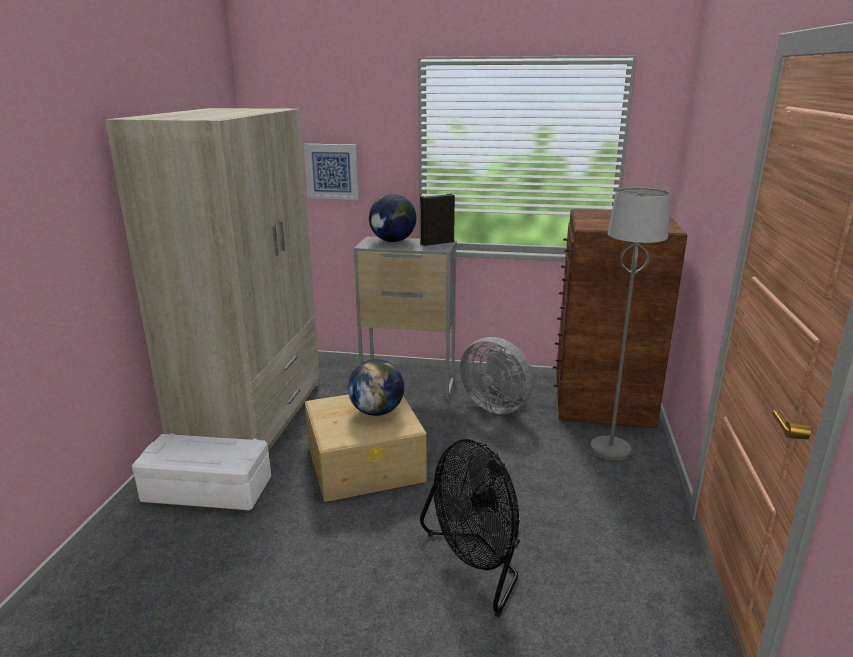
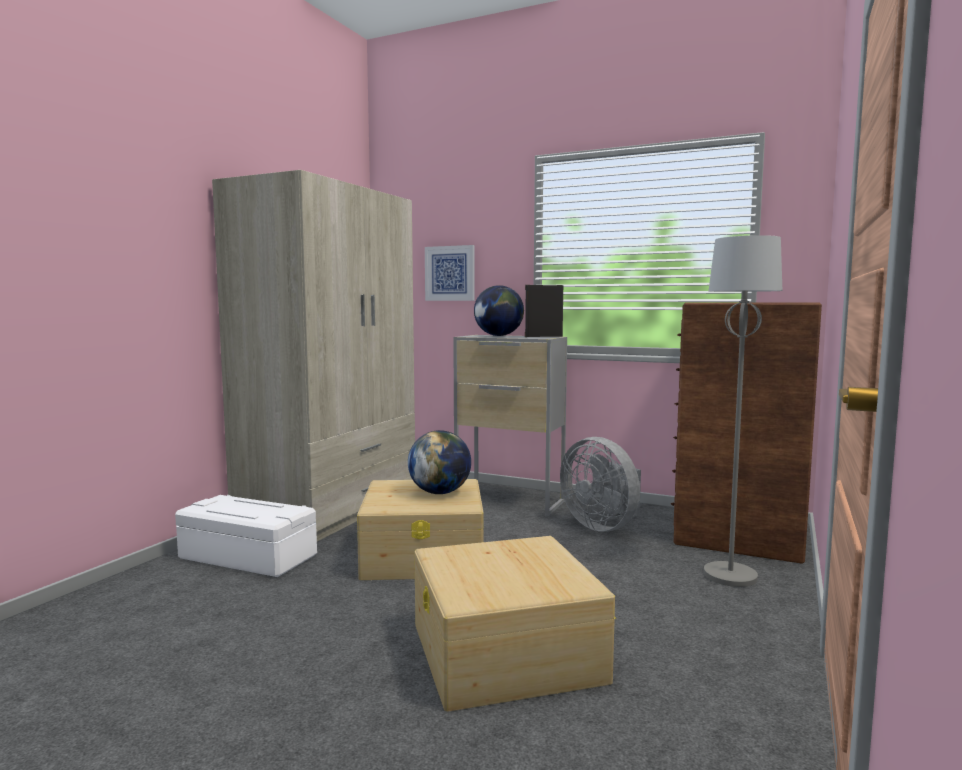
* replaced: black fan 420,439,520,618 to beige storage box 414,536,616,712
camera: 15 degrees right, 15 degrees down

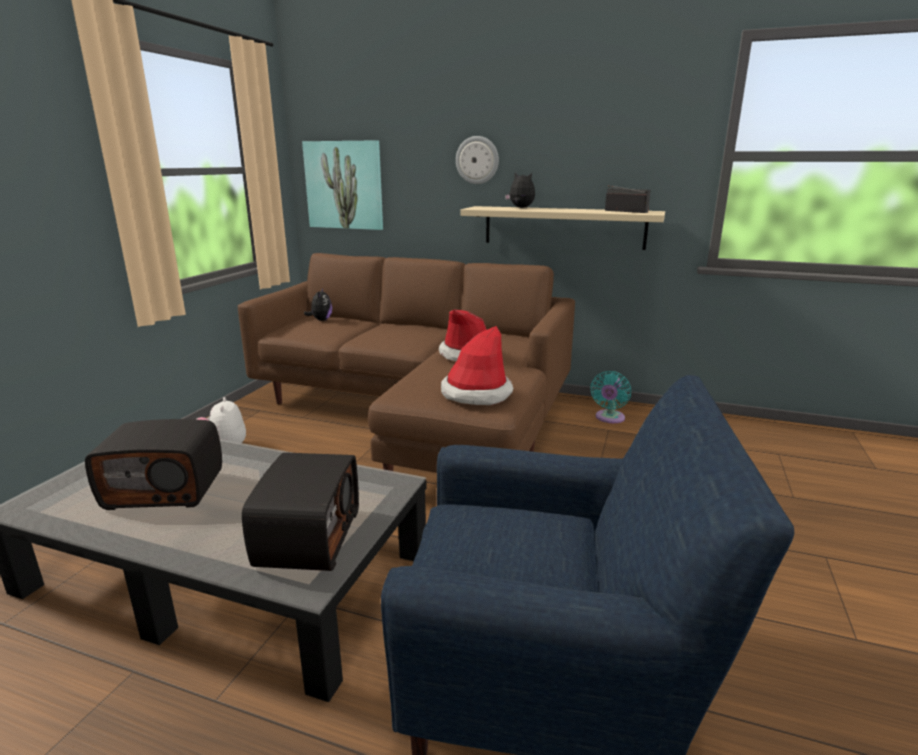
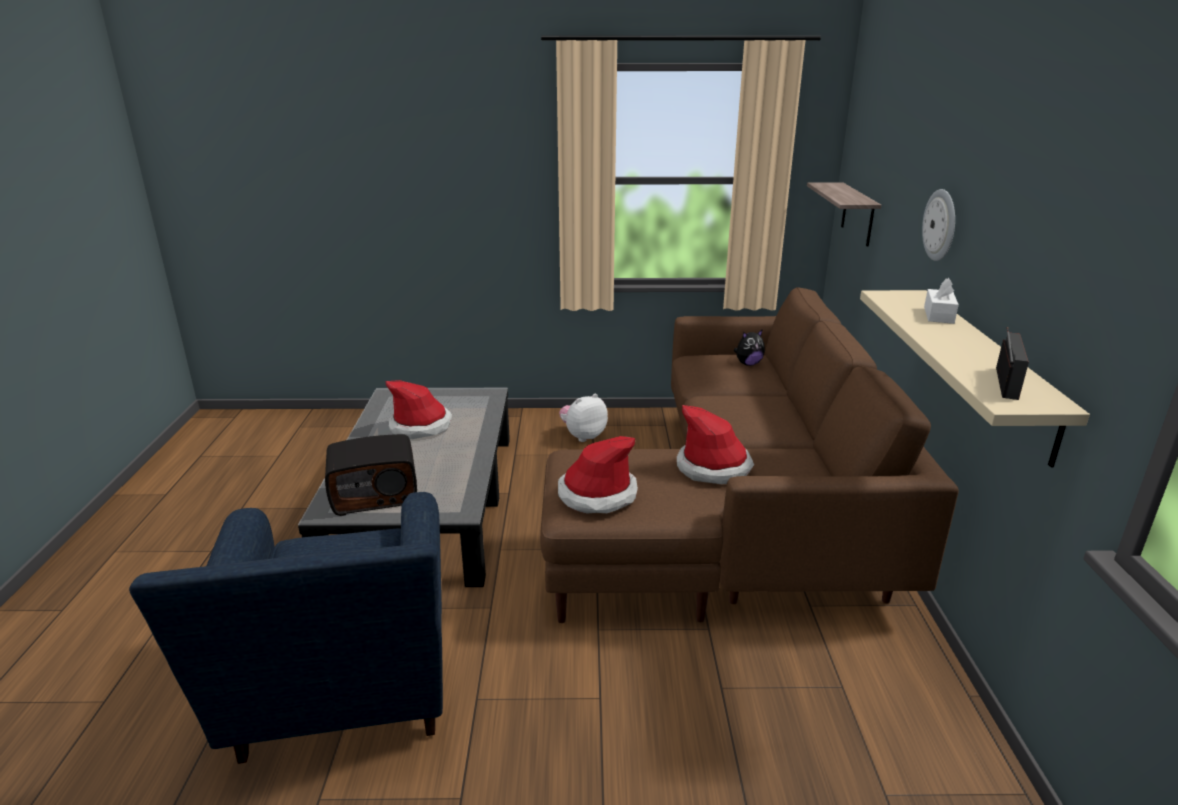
* replaced: radio 85,419,222,510 to hat 386,380,452,439
* replaced: picture 302,140,383,230 to shelf 807,182,881,247
* replaced: plush toy 505,173,535,208 to white tissue box 924,278,959,324
* removed: turquoise fan 591,371,631,423
camera: 70 degrees right, 5 degrees up

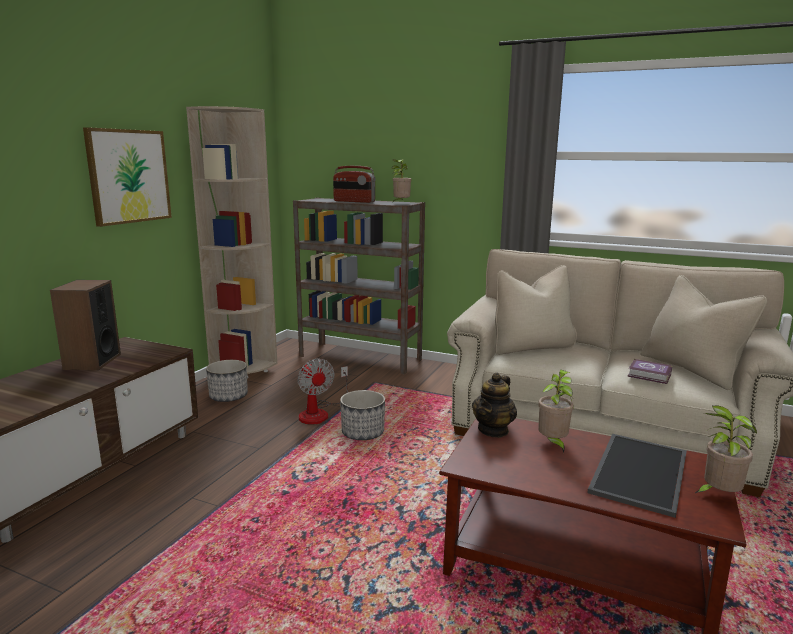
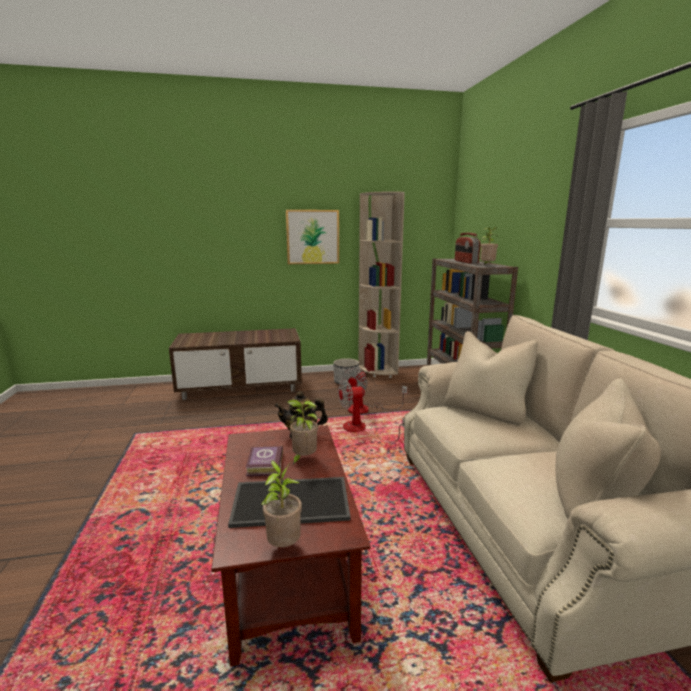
* removed: speaker 50,280,121,370
* replaced: planter 340,390,385,440 to fan 338,380,404,442
* moved: book 627,359,672,384 to 246,445,283,476
camera: 55 degrees right, 0 degrees up

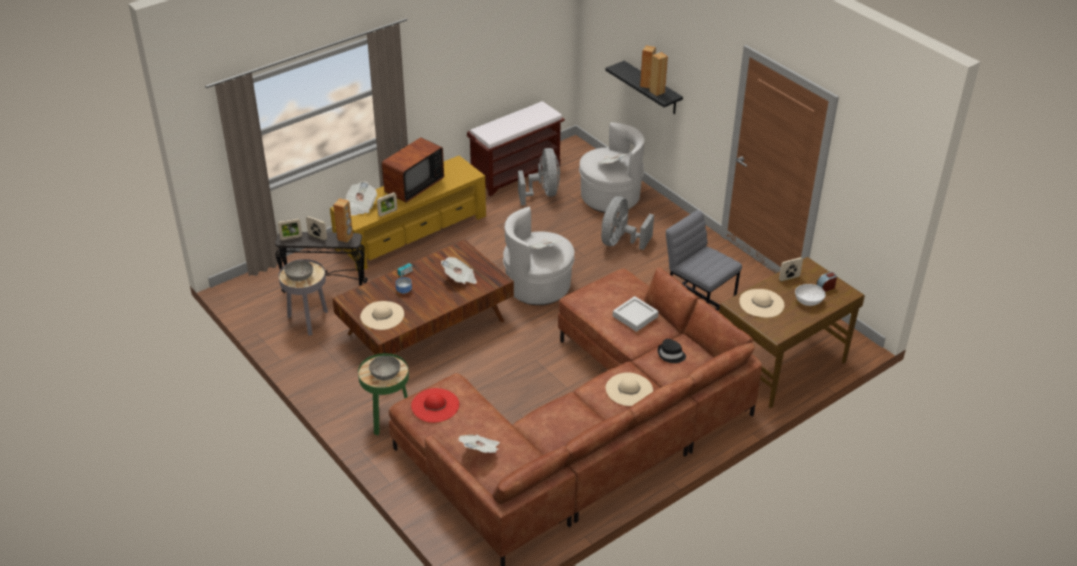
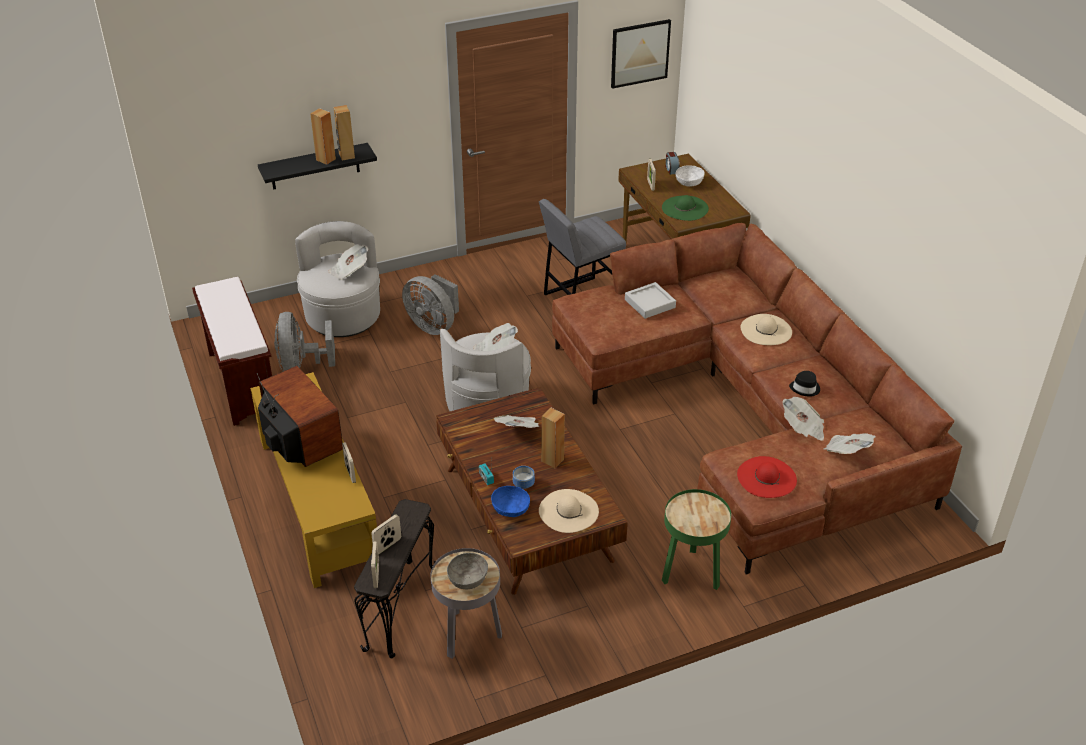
* moved: brown speaker 333,198,353,243 to 541,407,565,468
* moved: newspaper 345,181,377,215 to 782,397,824,441
* removed: grey bowl 369,356,400,380
* turned: grey fan 518,148,560,205 = 274,312,335,371 105 degrees counterclockwise
* moved: black hat 658,339,686,363 to 789,371,820,397
* recoloured: beige hat 739,289,785,318 to green hat 662,195,709,221
* added: blue bowl 491,486,530,517
* added: picture 611,19,671,89
camera: 75 degrees left, 0 degrees up

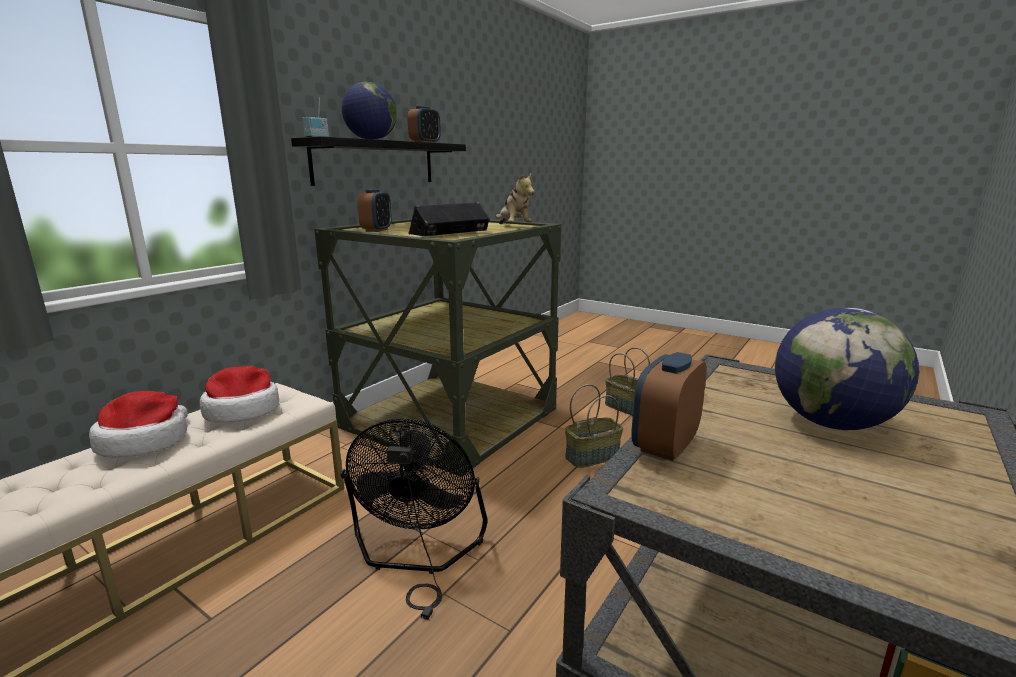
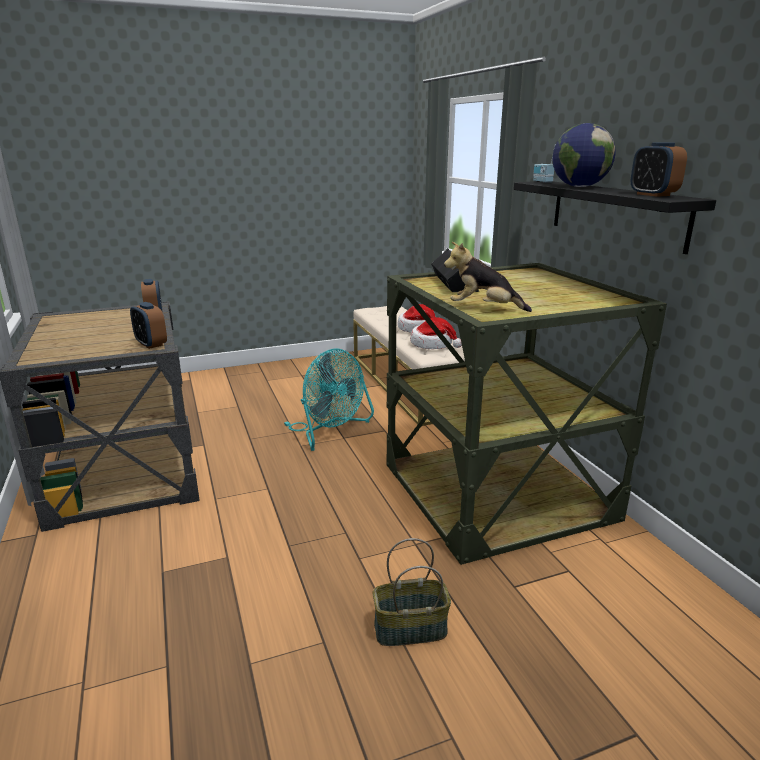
* recoloured: black fan 340,419,487,620 to turquoise fan 284,349,374,451
* moved: alarm clock 358,189,392,232 to 130,302,167,349
* removed: basket 565,384,623,468
* removed: globe 775,307,919,430
camera: 125 degrees right, 5 degrees up

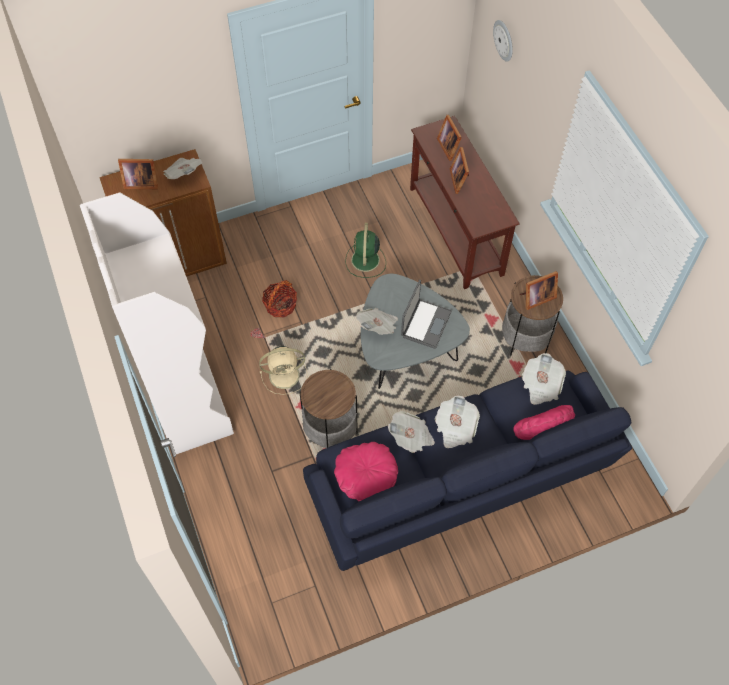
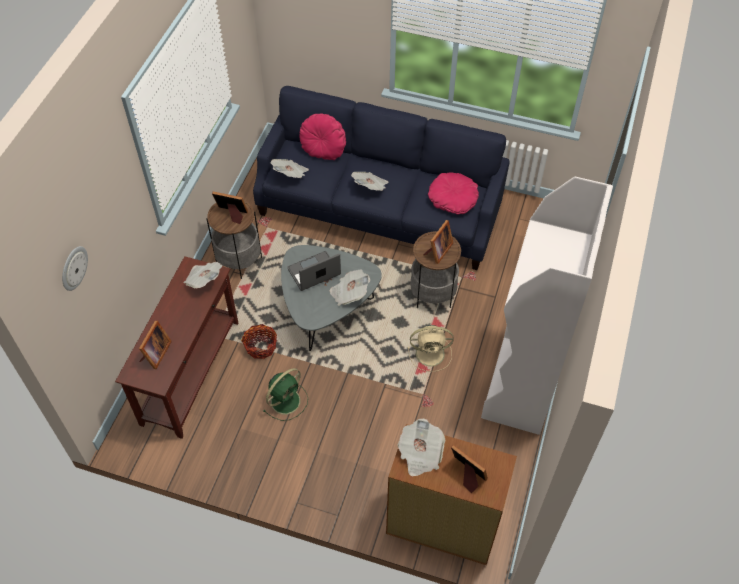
* turned: beige fan 259,346,307,395 = 408,325,454,372 150 degrees clockwise
* moved: basket 262,280,297,318 to 241,324,277,359
* moved: newspaper 388,411,435,453 to 184,262,222,288
* moved: picture frame 450,147,469,194 to 424,220,453,264
camera: 140 degrees left, 5 degrees down

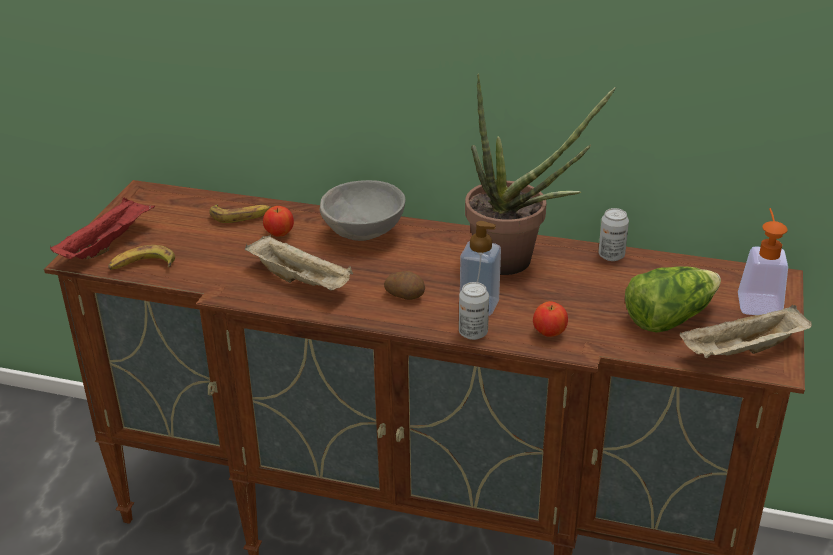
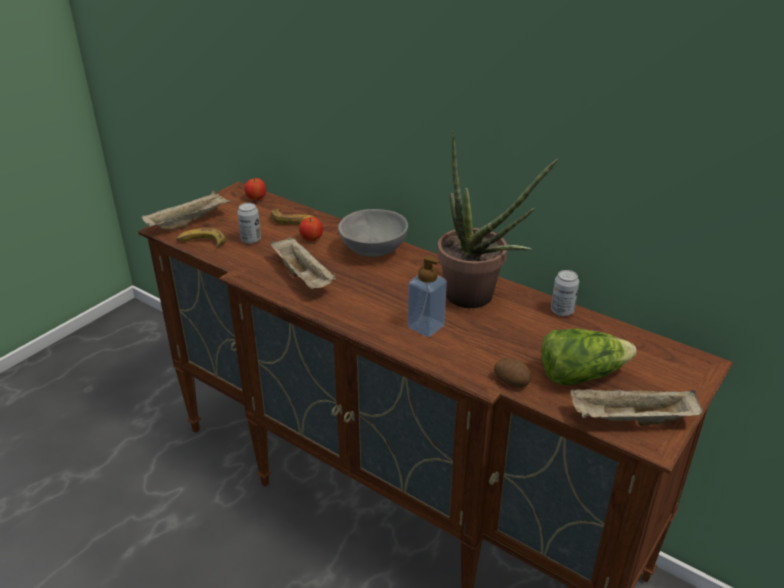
* recoloured: red tray 50,197,155,259 to beige tray 141,191,231,230
* moved: potato 384,271,425,300 to 494,358,531,388
* moved: can 459,282,489,340 to 237,203,261,244
* moved: apple 533,301,568,337 to 244,178,266,201
* removed: soap dispenser 738,208,788,315
camera: 20 degrees right, 0 degrees up

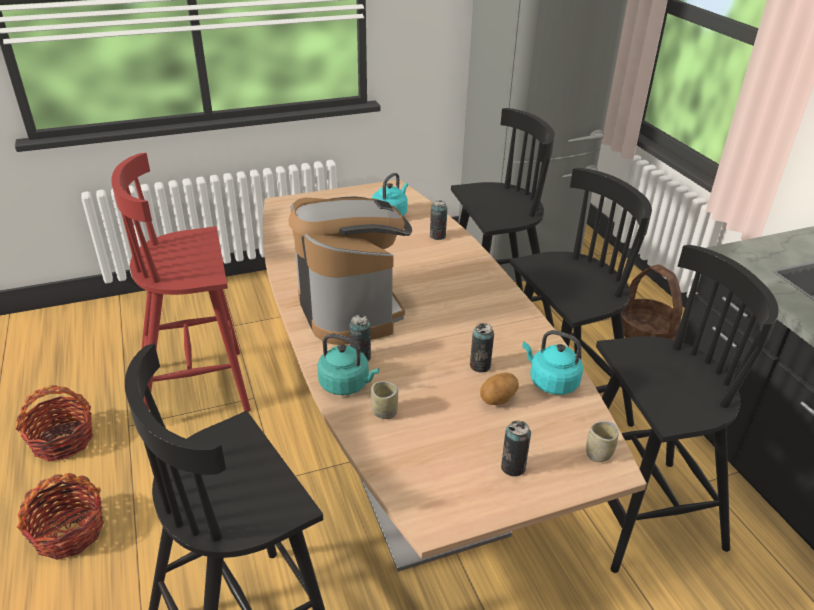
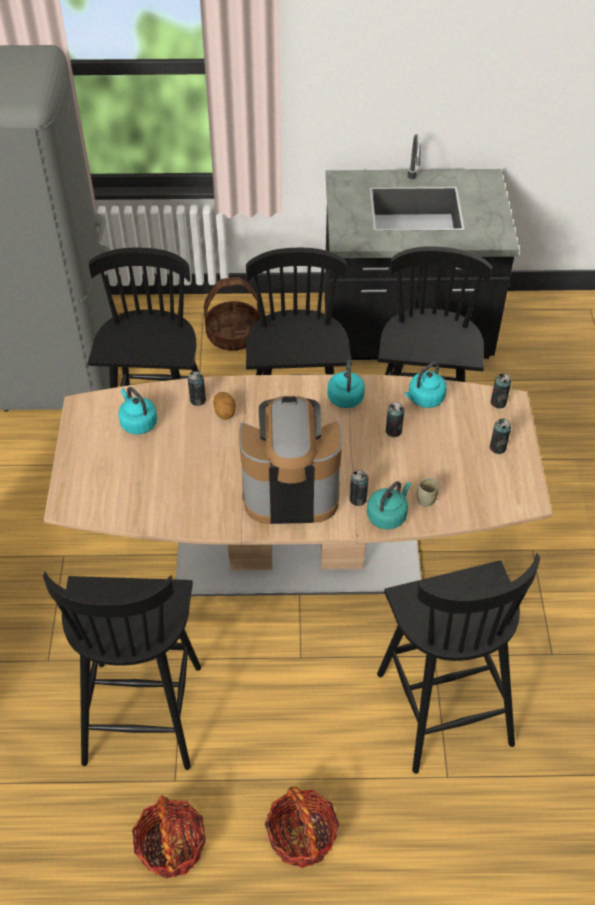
* recoloured: red stool 111,153,251,412 to black stool 43,572,201,770
* moved: potato 480,372,519,405 to 213,392,236,420
* replaced: cup 586,421,618,462 to can 490,373,511,408
* added: turquoise kettle 327,360,365,408
camera: 70 degrees left, 15 degrees up

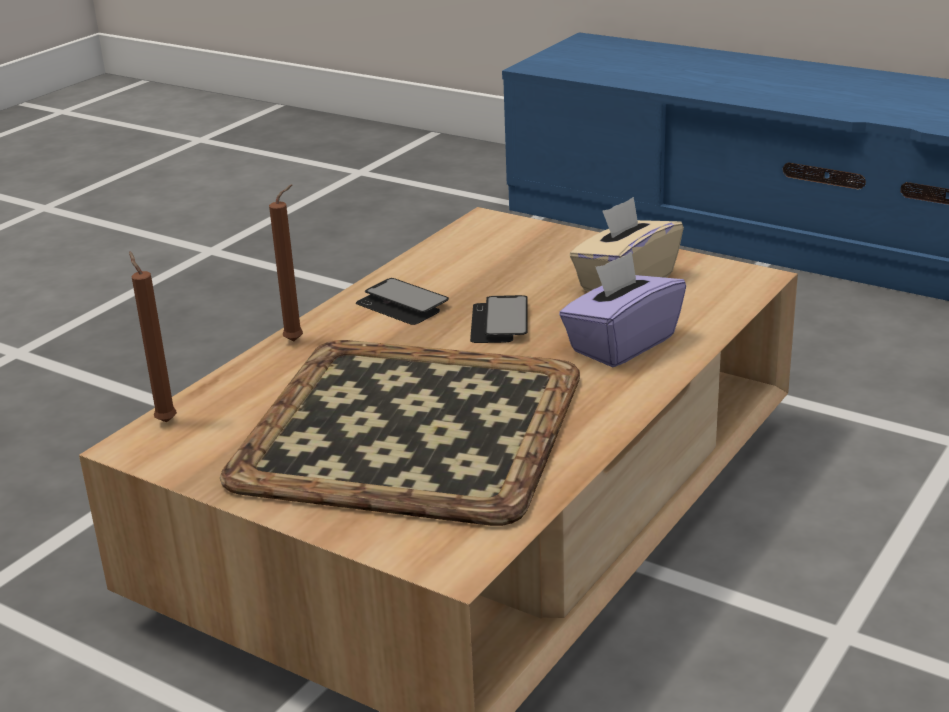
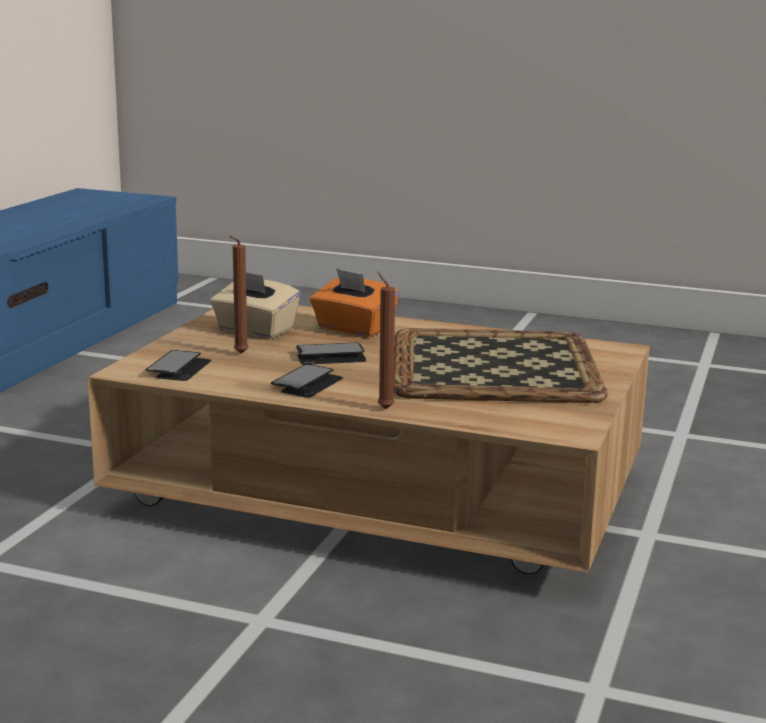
* moved: brown candle 129,251,177,422 to 229,235,249,354
* recoloured: purple tissue box 559,252,686,367 to orange tissue box 310,269,399,337
* added: phone 145,350,211,381
camera: 105 degrees left, 10 degrees down

